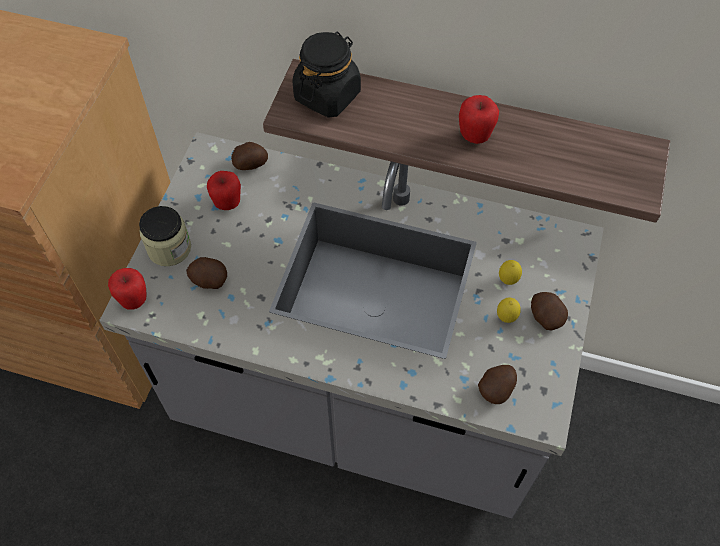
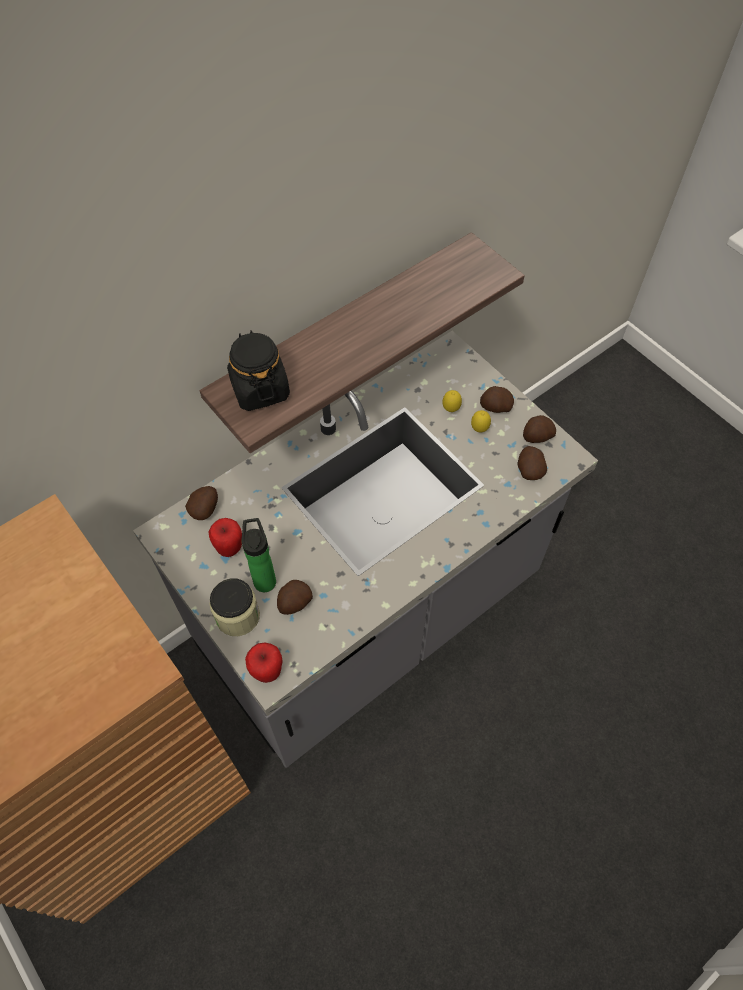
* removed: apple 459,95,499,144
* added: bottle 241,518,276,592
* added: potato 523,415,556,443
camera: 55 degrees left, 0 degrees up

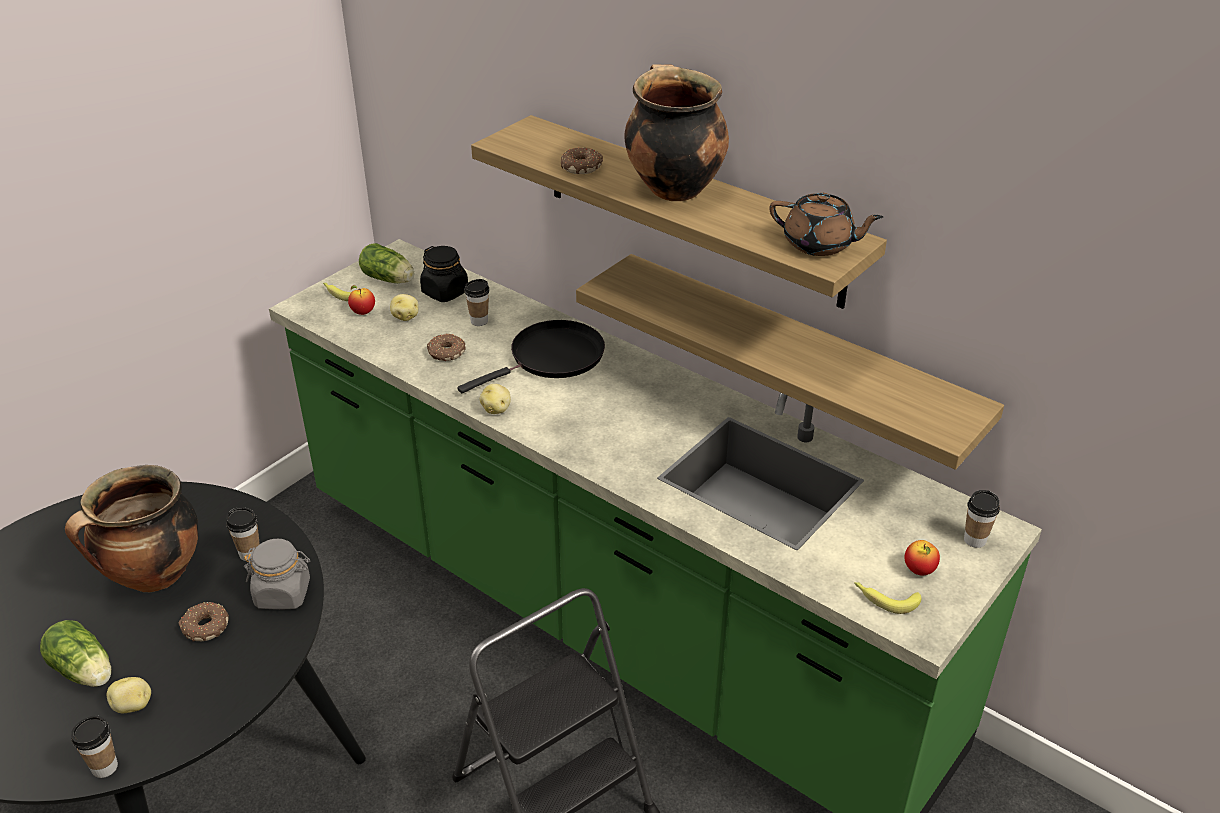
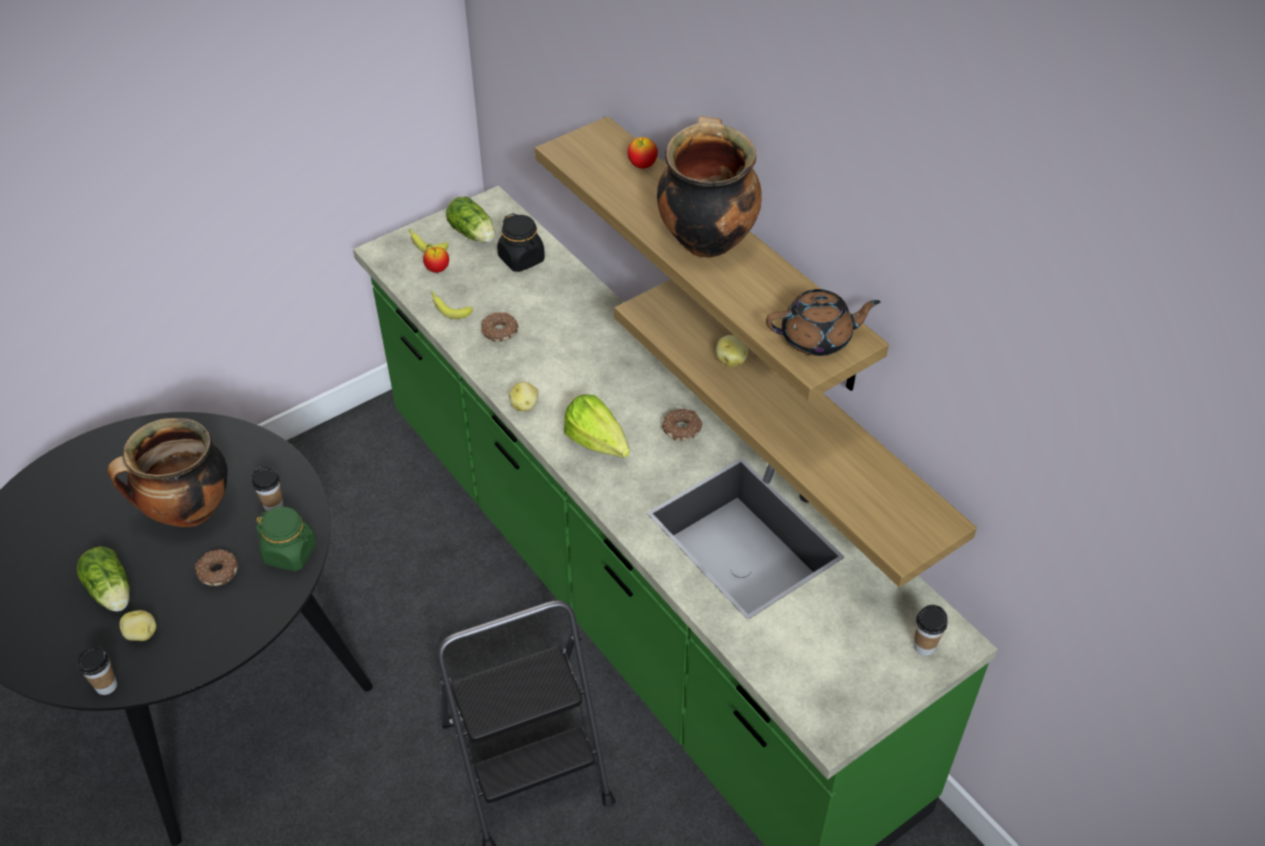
* recoloured: grey jar 244,539,310,610 to green jar 255,507,316,571
* moved: potato 390,294,419,321 to 716,335,749,367
* removed: black frying pan 457,320,605,393
* removed: cup 464,279,489,326
* moved: donut 561,147,603,174 to 662,409,703,441
* turned: brown teapot 769,193,883,256 = 766,289,881,356 45 degrees counterclockwise
* moved: banana 854,582,921,614 to 431,292,473,319
* moved: apple 904,540,940,575 to 628,137,658,169
* added: lettuce 564,394,630,458
camera: 15 degrees right, 10 degrees up

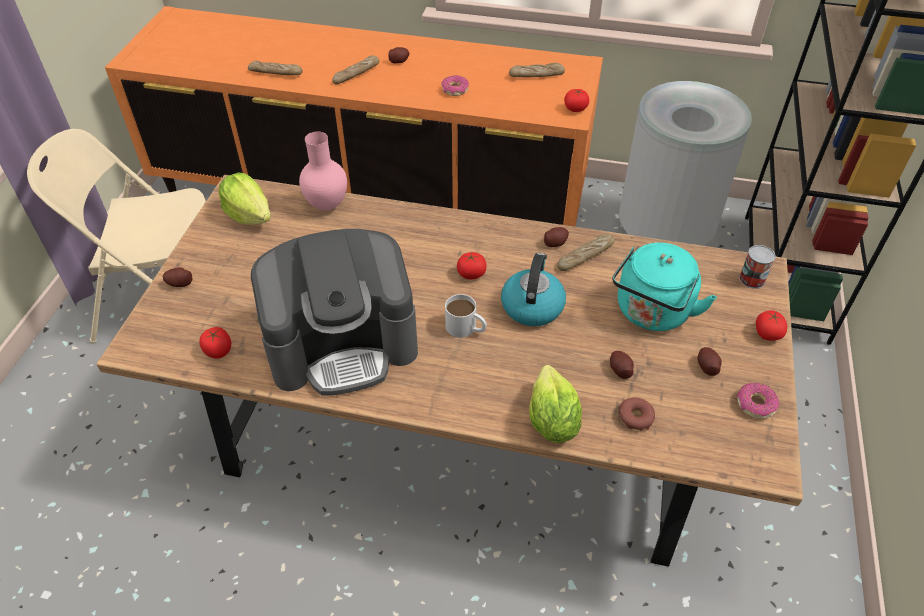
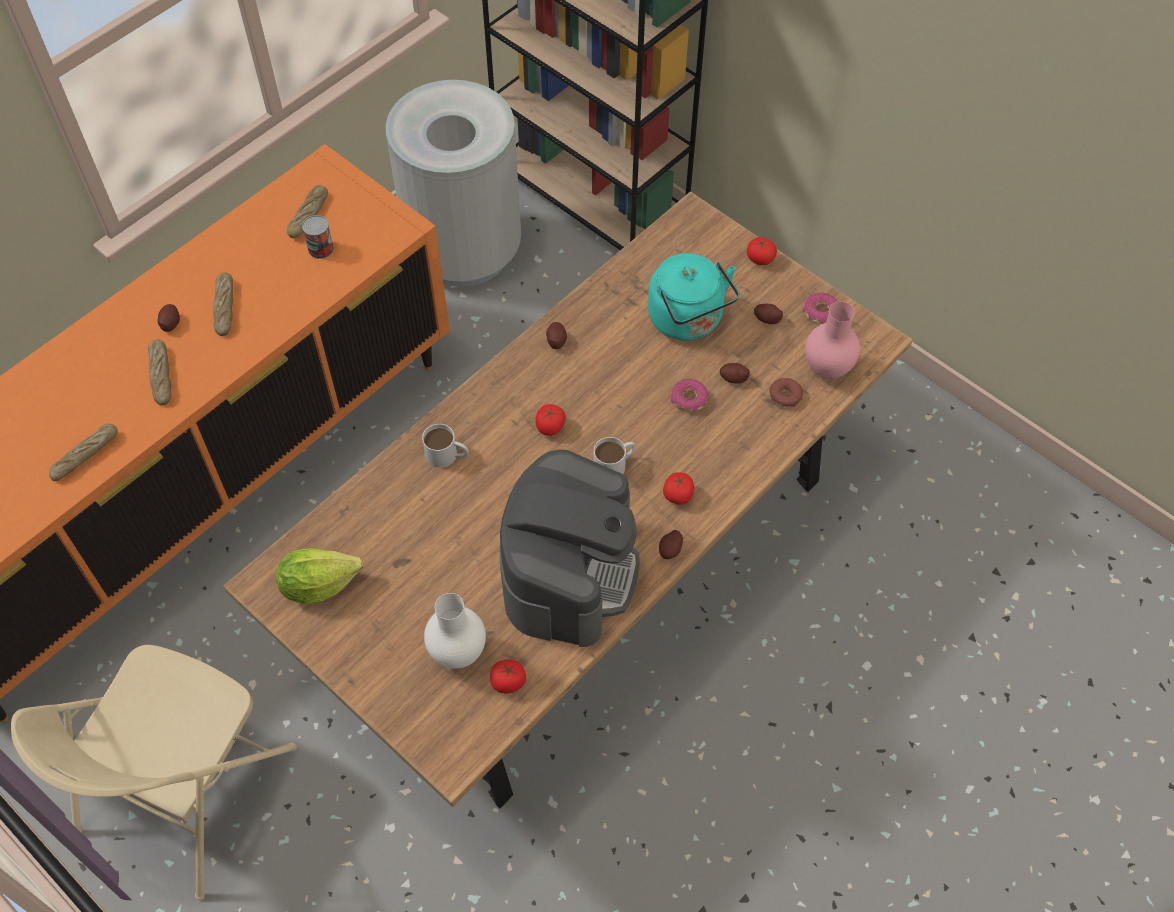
* moved: potato 163,267,193,287 to 659,530,683,559
* moved: pink vase 299,131,347,210 to 805,301,860,379
* moved: donut 441,75,469,96 to 670,379,709,412
* removed: kettle 501,253,566,326
* removed: lettuce 529,365,582,443
* moved: bread 557,234,614,271 to 213,273,233,336
* moved: tomato 564,89,589,112 to 663,472,694,505
* moved: can 739,245,776,289 to 302,215,334,259
* added: white mug 422,424,469,468
* added: white vase 424,593,486,669
camera: 60 degrees left, 10 degrees up

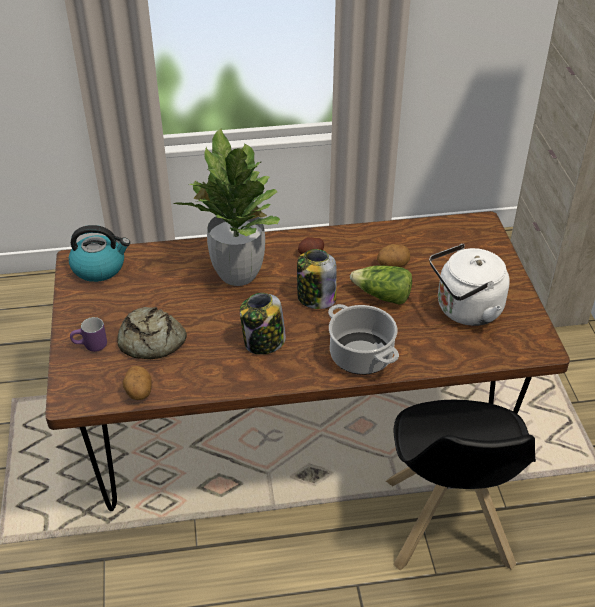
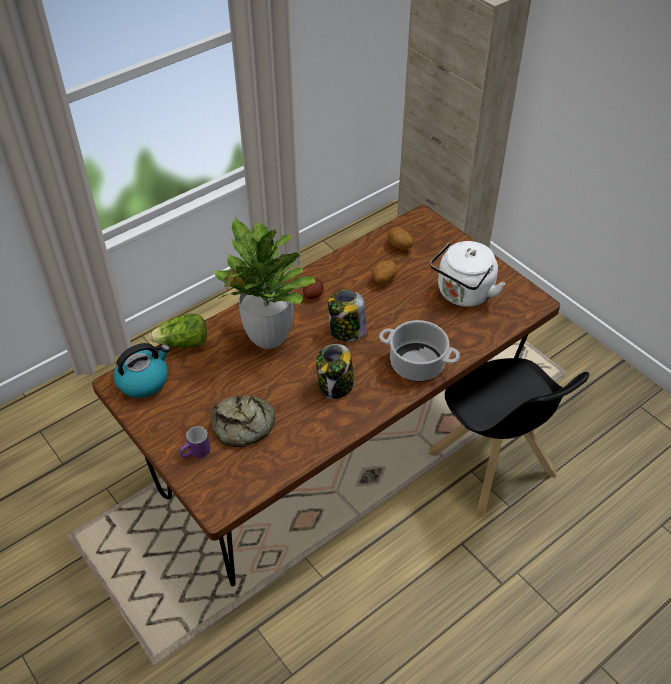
* moved: potato 123,366,152,400 to 388,227,413,250
* moved: lettuce 350,265,412,304 to 149,314,207,348
camera: 30 degrees left, 5 degrees up

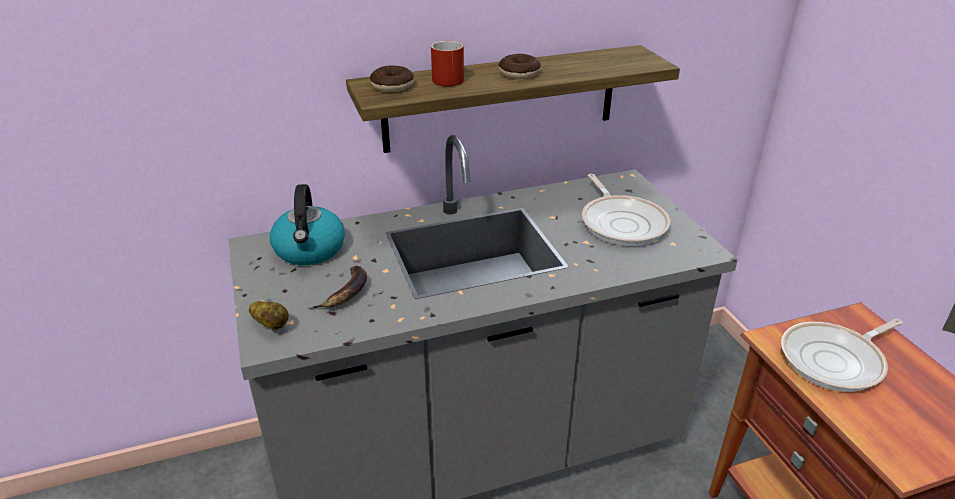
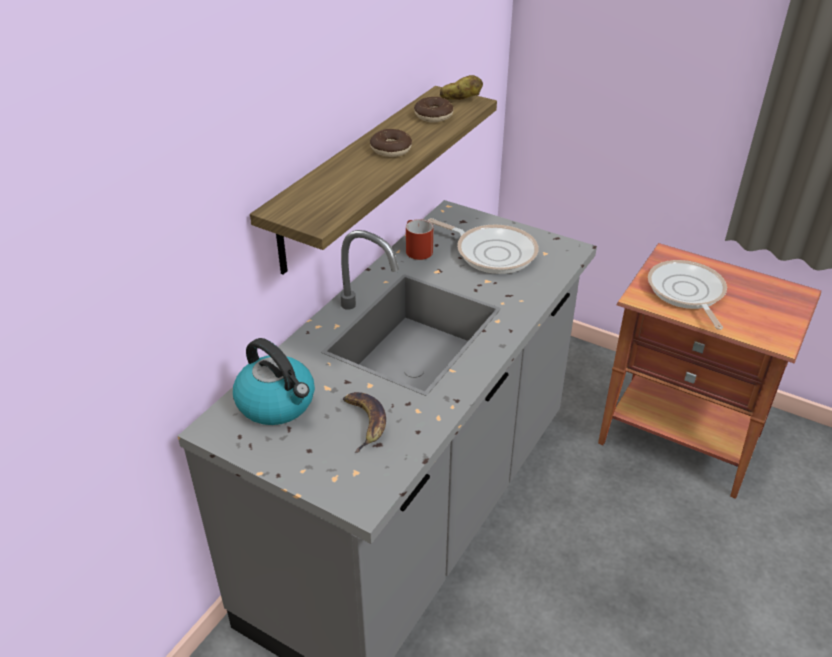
* moved: potato 249,301,289,331 to 440,75,483,100
* moved: donut 370,65,414,92 to 414,97,453,122
* moved: red mug 431,41,464,87 to 406,219,433,260
* turned: frying pan 781,319,903,392 = 648,260,727,330 150 degrees clockwise
camera: 40 degrees left, 5 degrees up

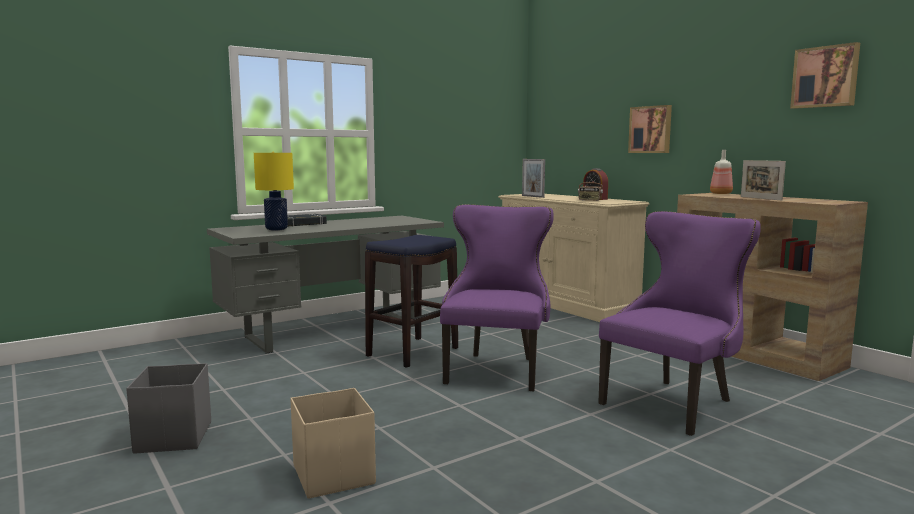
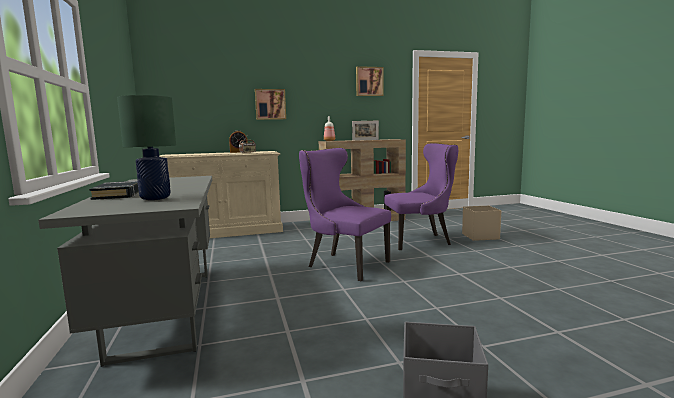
* recoloured: yellow table lamp 254,152,294,231 to green table lamp 117,95,176,200
* moved: beige storage box 290,388,376,499 to 462,205,501,241
* removed: stool 365,235,458,368
* removed: picture frame 522,159,545,198
* turned: purple chair 598,211,761,436 = 384,143,458,250 105 degrees clockwise
camera: 70 degrees left, 0 degrees up

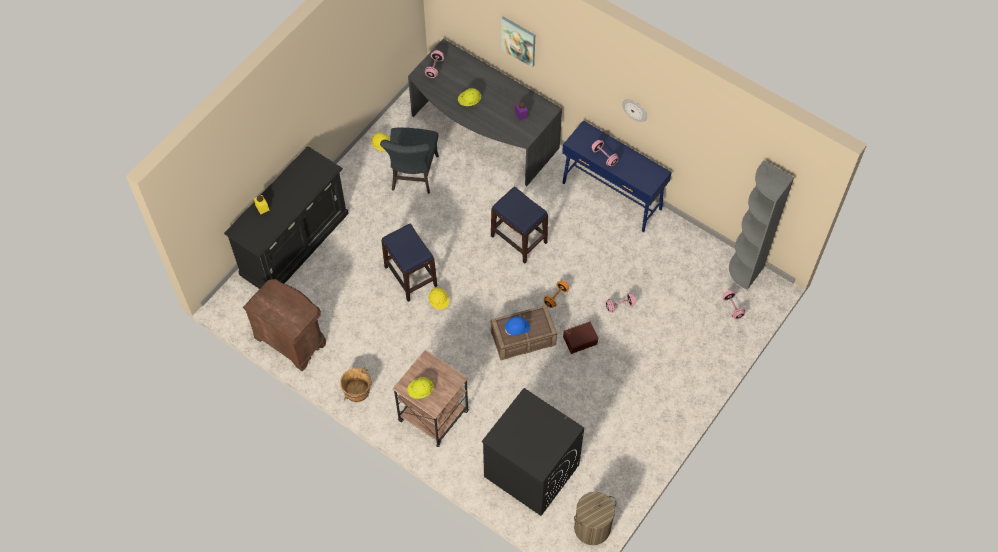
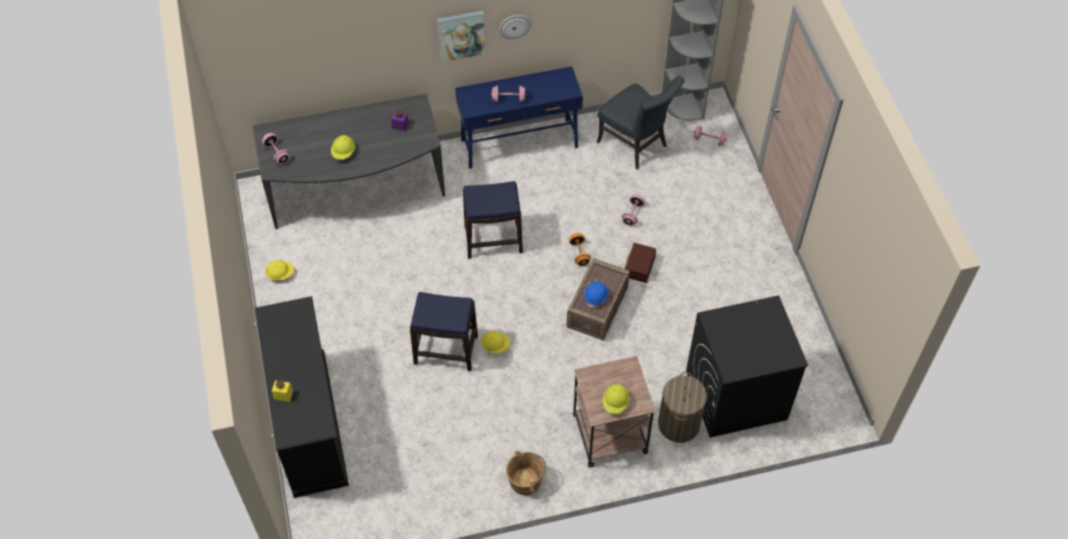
* removed: brown nightstand 243,279,326,371
* moved: grey chair 380,128,439,194 to 597,76,685,169
* moved: picture 501,17,535,67 to 437,11,486,62
* moved: laundry basket 574,492,616,545 to 658,372,707,443
camera: 50 degrees left, 5 degrees down

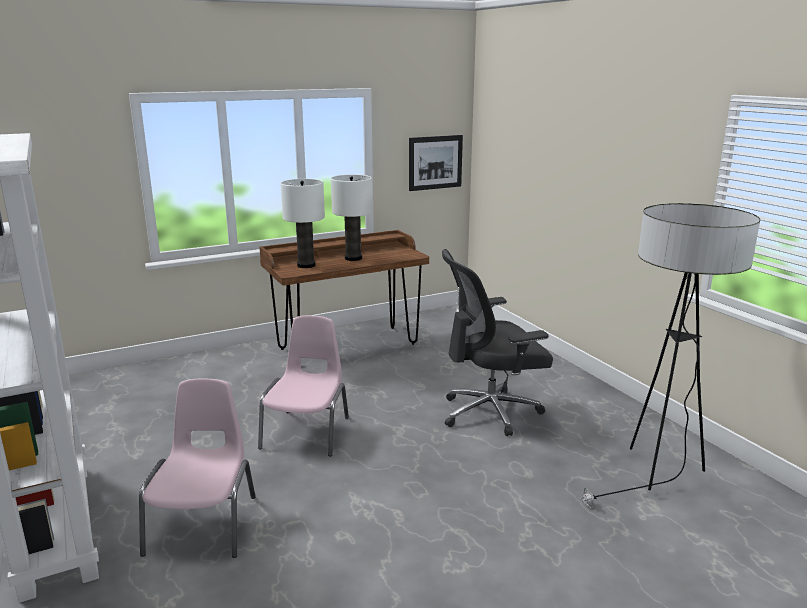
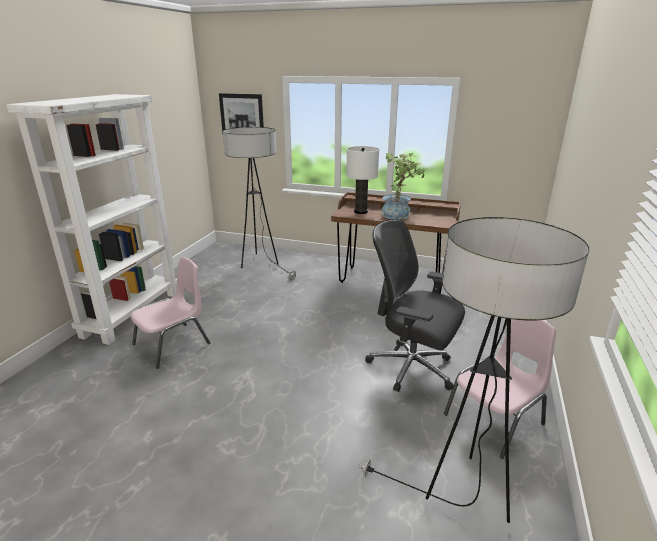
* moved: pink chair 258,315,349,457 to 444,320,556,459
* replaced: white table lamp 331,174,372,261 to potted plant 382,153,430,220
* moved: picture 409,135,463,191 to 219,93,264,133
* added: floor lamp 223,127,296,280
camera: 45 degrees right, 5 degrees up

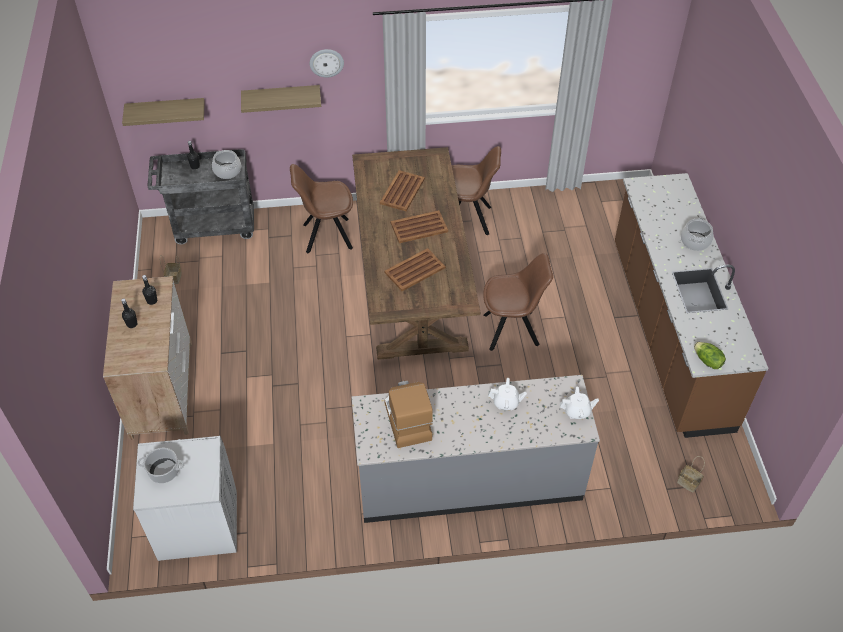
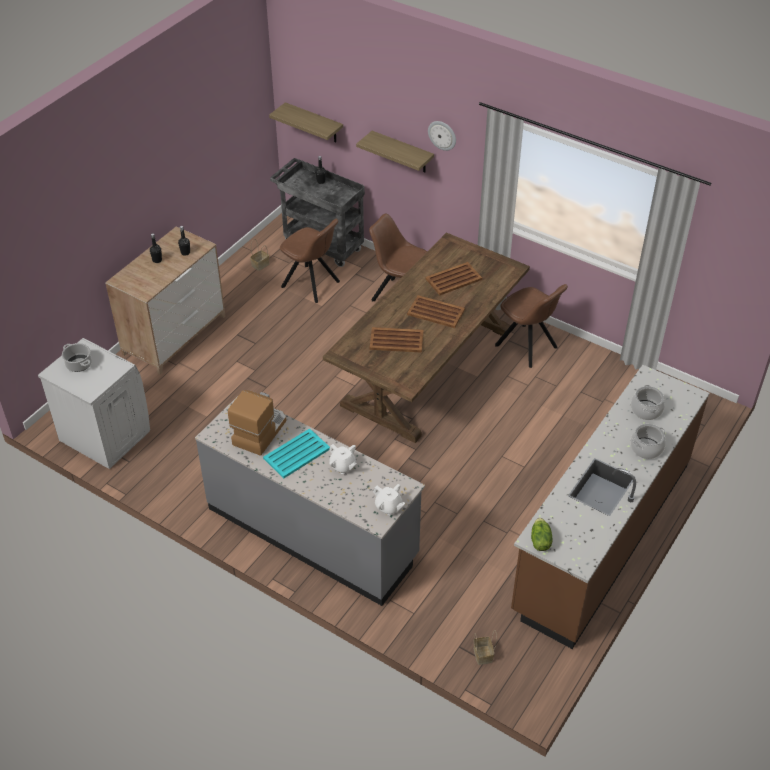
* moved: cooking pot 212,150,241,179 to 631,385,665,420
* moved: brown chair 483,253,553,351 to 280,219,340,303
* added: turquoise tray 263,428,330,478
camera: 40 degrees right, 5 degrees down

